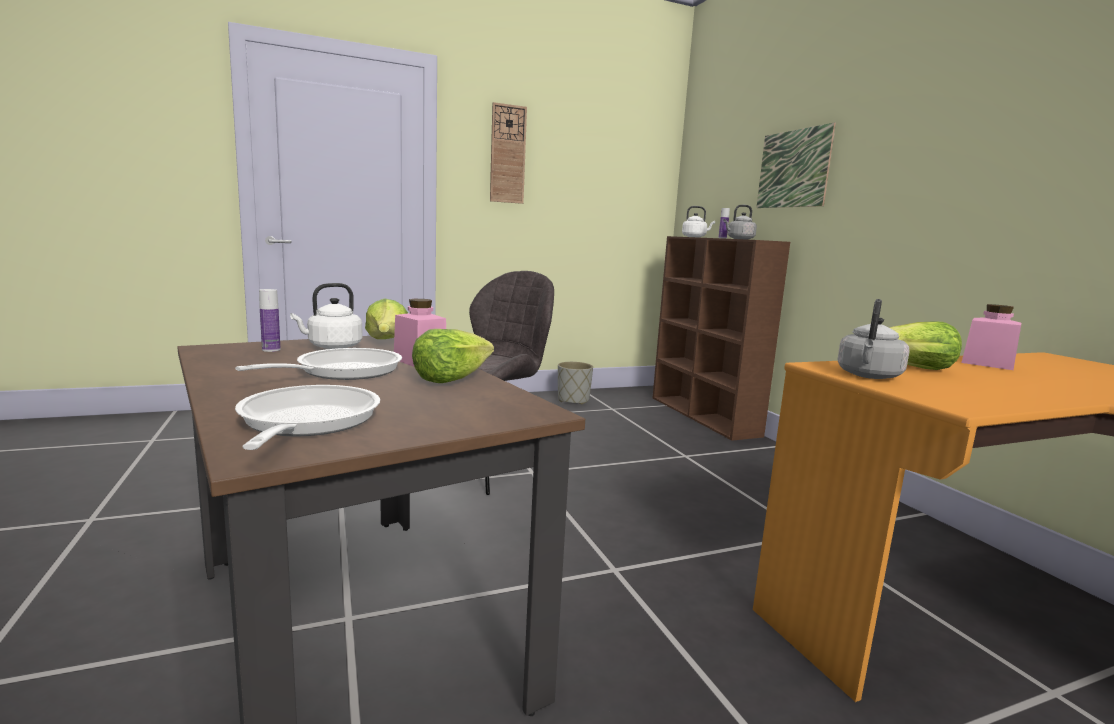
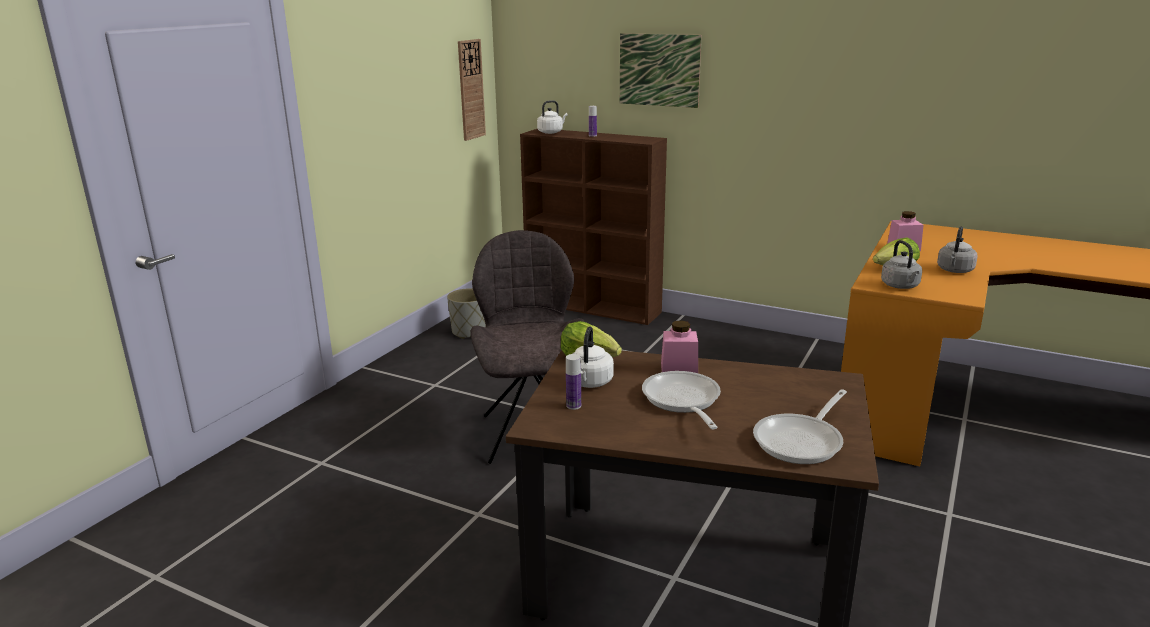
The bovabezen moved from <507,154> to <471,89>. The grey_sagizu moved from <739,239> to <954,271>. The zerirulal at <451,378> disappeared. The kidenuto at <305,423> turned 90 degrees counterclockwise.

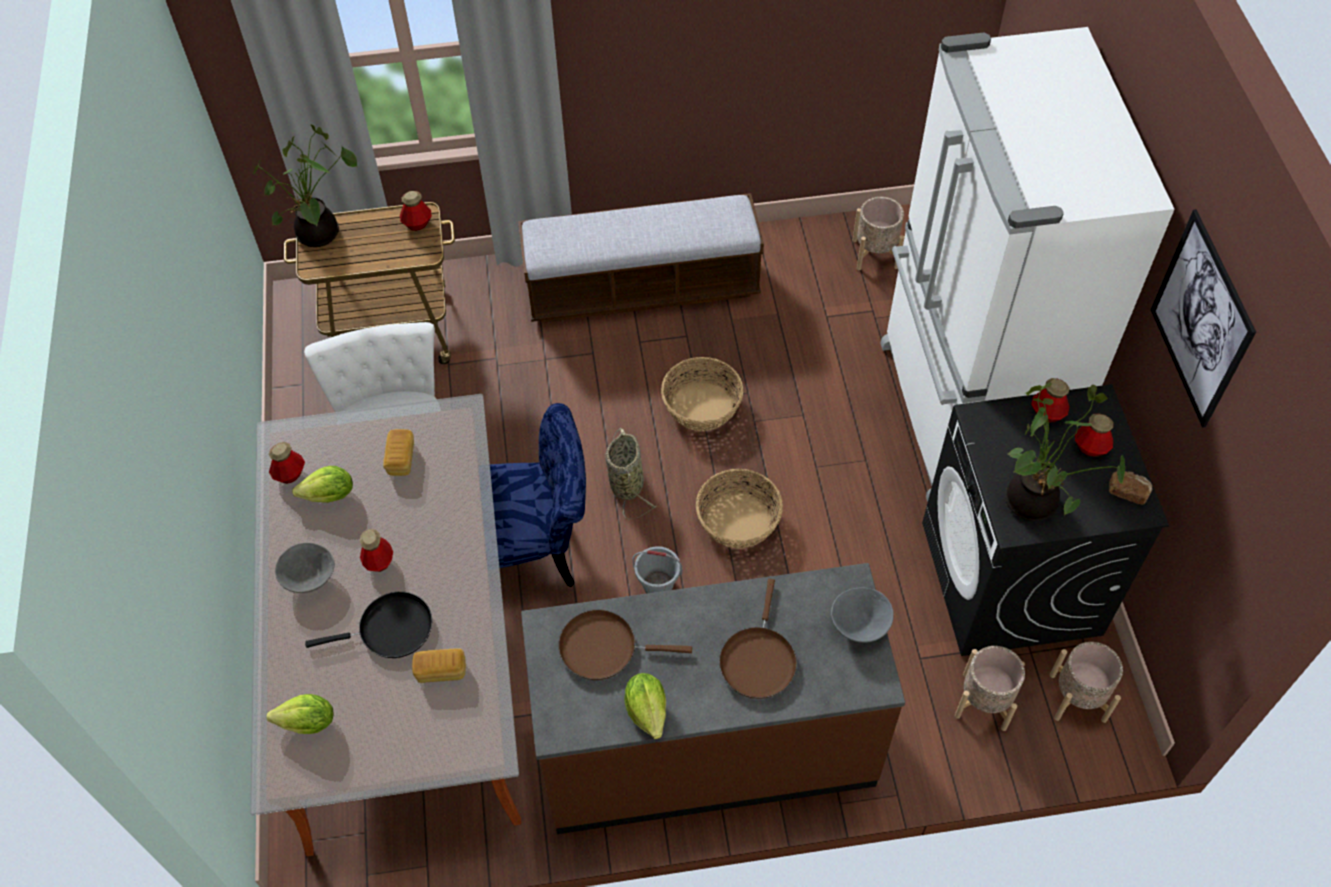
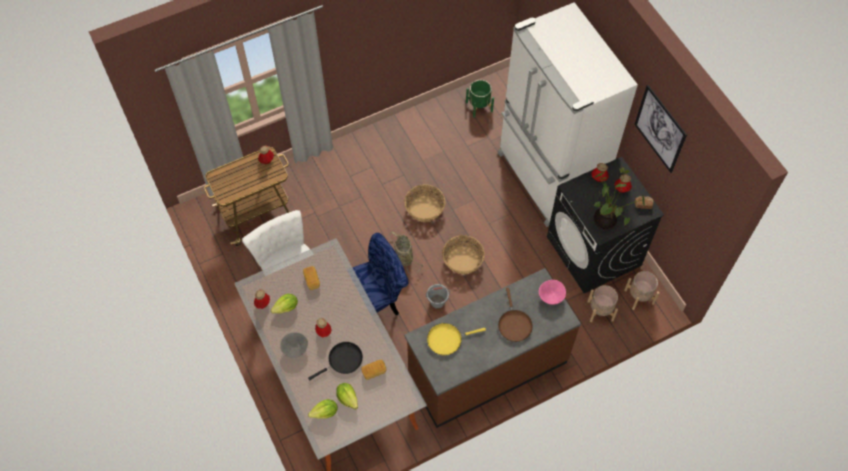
The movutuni at <320,236> disappeared. The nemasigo at <642,288> disappeared. The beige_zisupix at <875,254> became the green_zisupix at <479,107>. The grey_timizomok at <860,625> became the pink_timizomok at <551,296>. The brown_kidenuto at <604,648> became the yellow_kidenuto at <447,339>. The zerirulal moved from <647,711> to <347,398>.

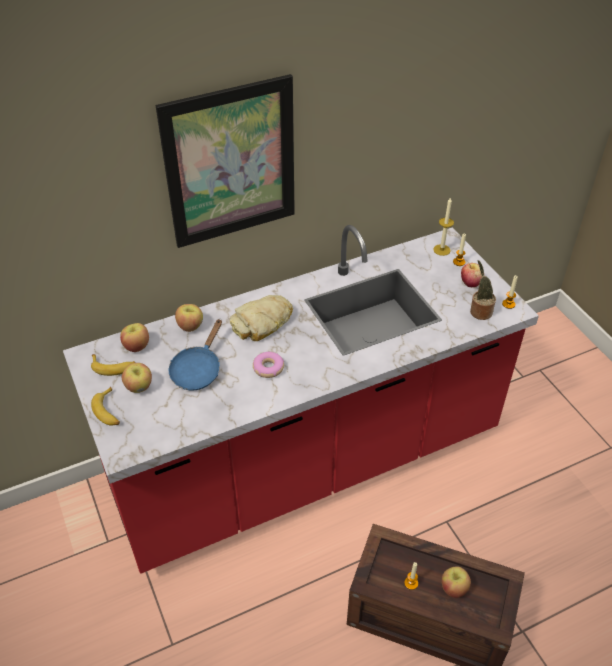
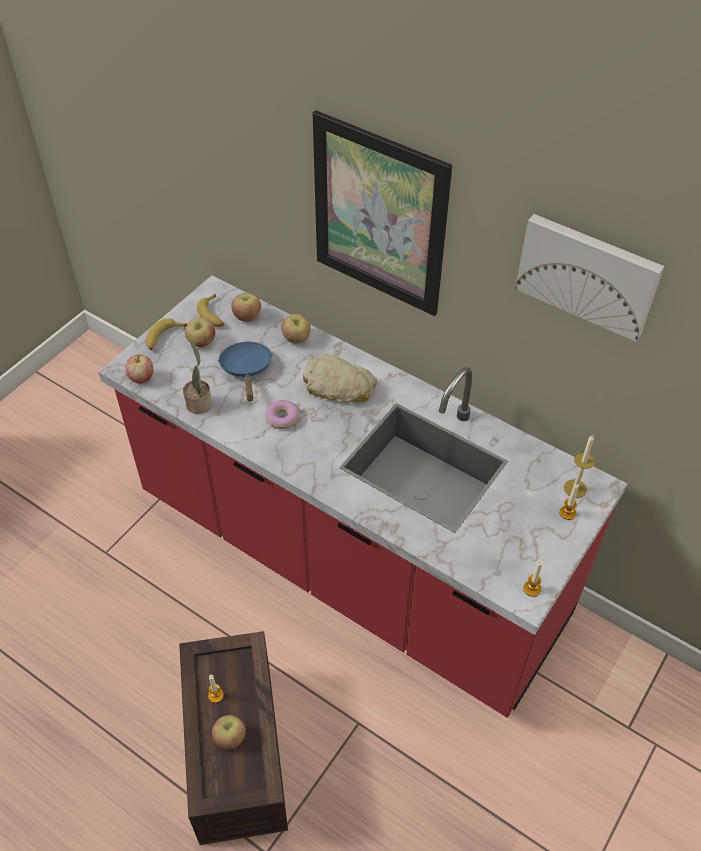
The movutuni moved from <479,311> to <199,402>. The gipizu moved from <470,283> to <141,378>. The blue_kidenuto at <198,370> turned 90 degrees clockwise. The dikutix at <588,274> appeared.

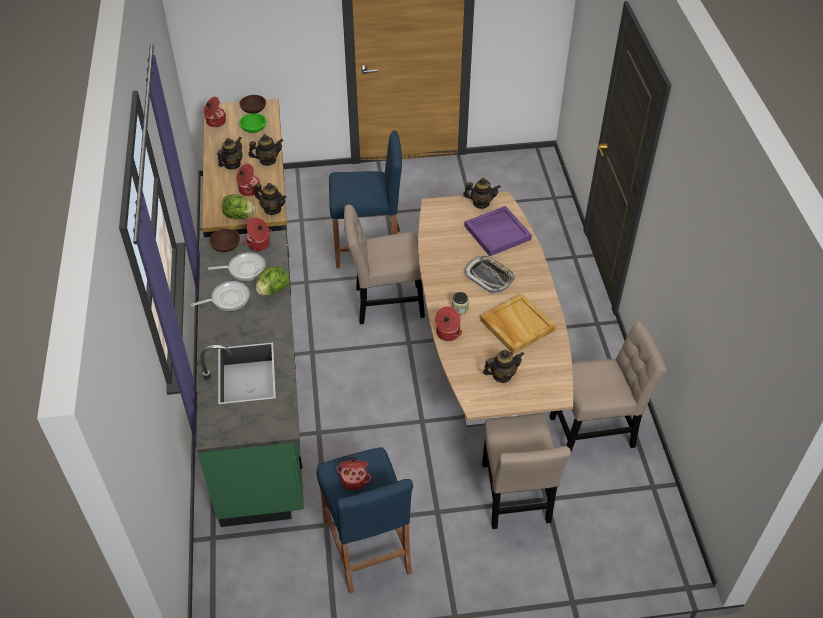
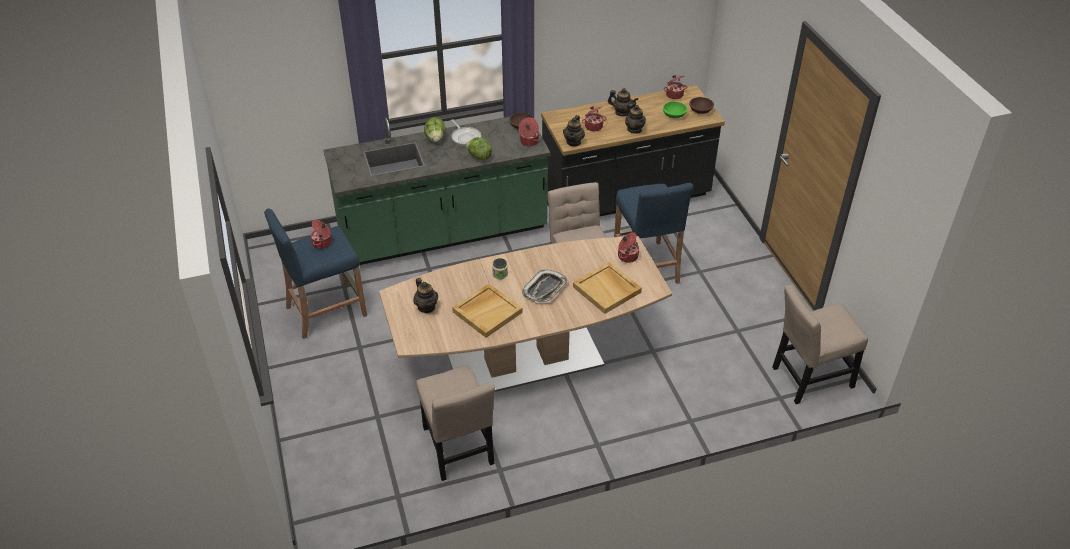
The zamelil at <481,203> disappeared. The zerirulal moved from <239,216> to <435,139>. The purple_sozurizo at <497,232> became the beige_sozurizo at <607,289>. The kidenuto at <244,269> disappeared. The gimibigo moved from <447,333> to <627,256>. The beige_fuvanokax moved from <515,497> to <809,379>.

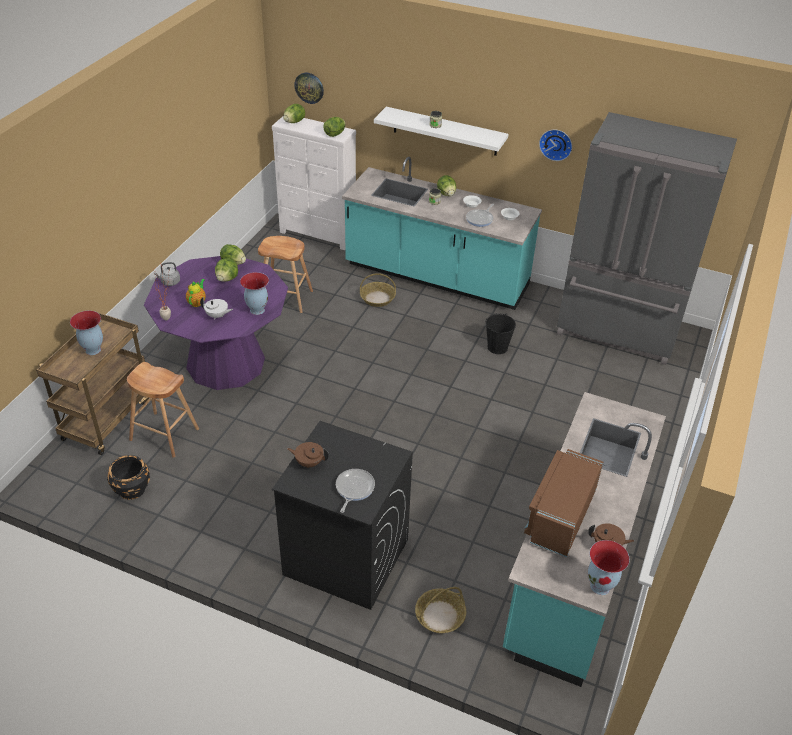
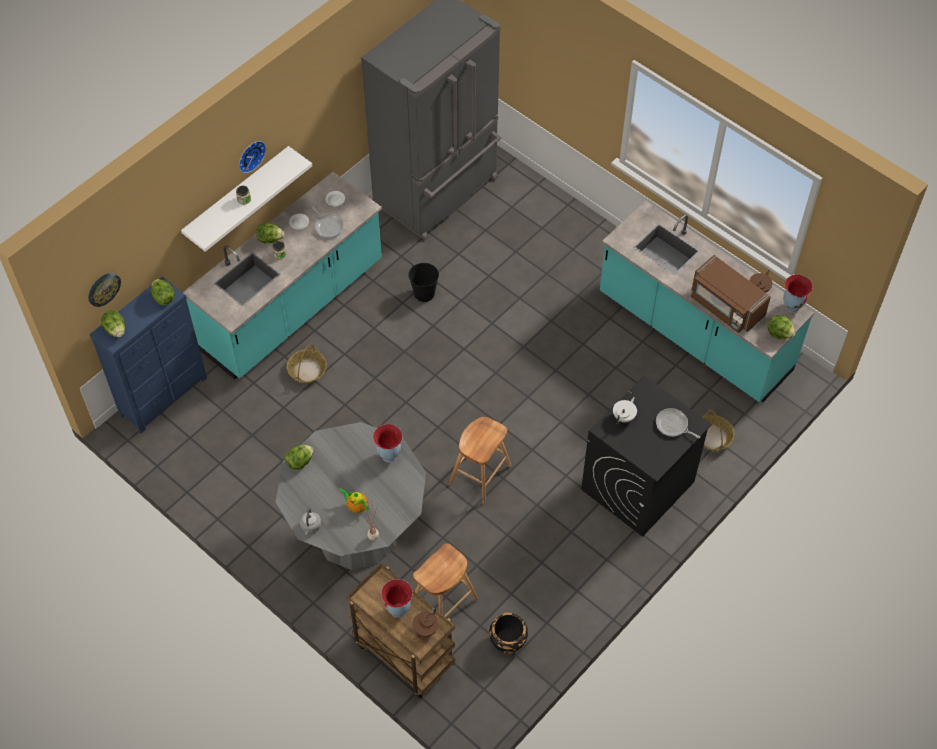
The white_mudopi at <317,235> became the blue_mudopi at <164,396>. The bovabezen moved from <556,144> to <250,155>. The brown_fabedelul moved from <285,298> to <480,475>. The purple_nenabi at <225,363> became the grey_nenabi at <357,531>. The zerirulal moved from <227,279> to <779,333>. The white_zamelil moved from <217,316> to <624,416>. The brown_zamelil moved from <309,462> to <425,629>.

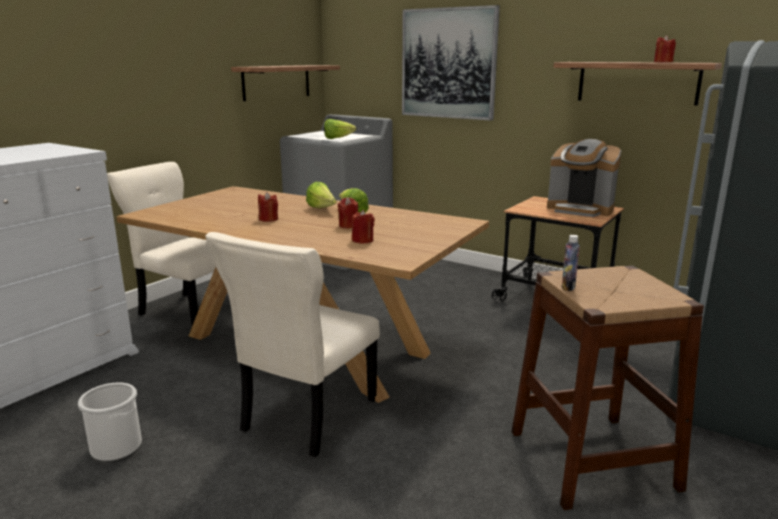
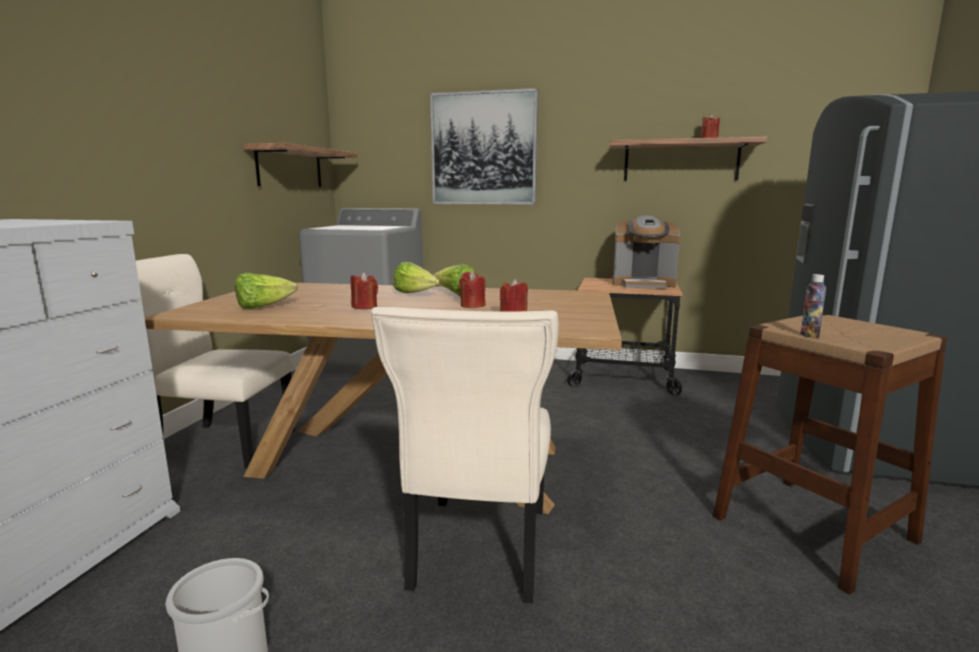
The zerirulal moved from <337,138> to <263,307>.

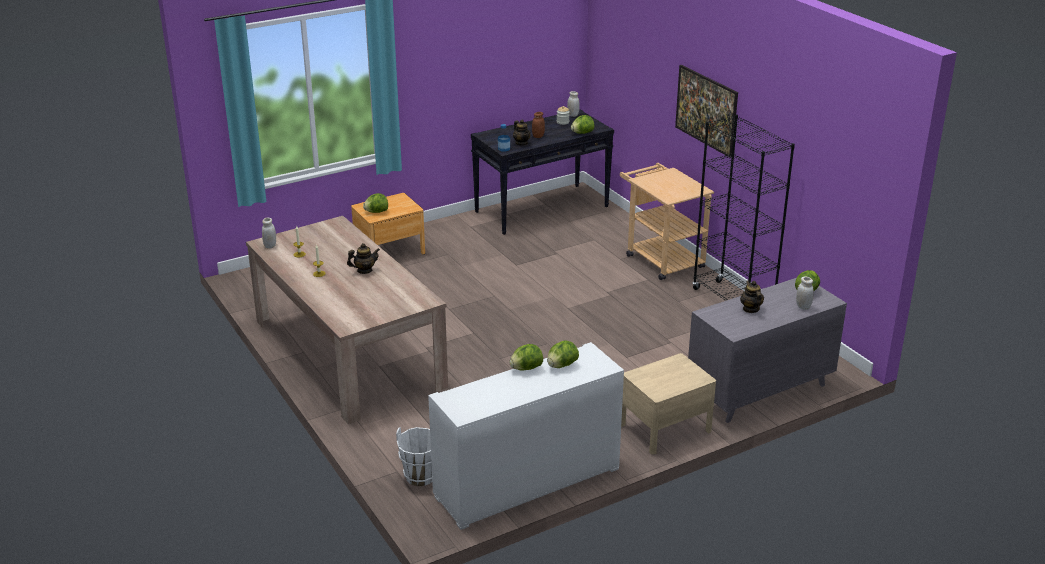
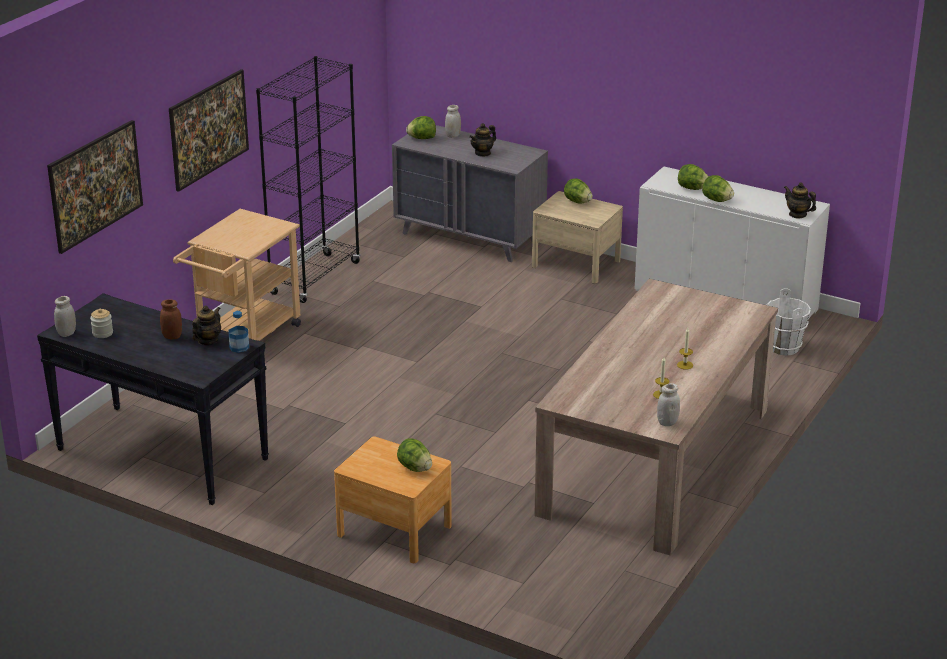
The zerirulal moved from <582,133> to <577,202>. The zamelil moved from <364,270> to <797,214>. The dikutix at <98,207> appeared.

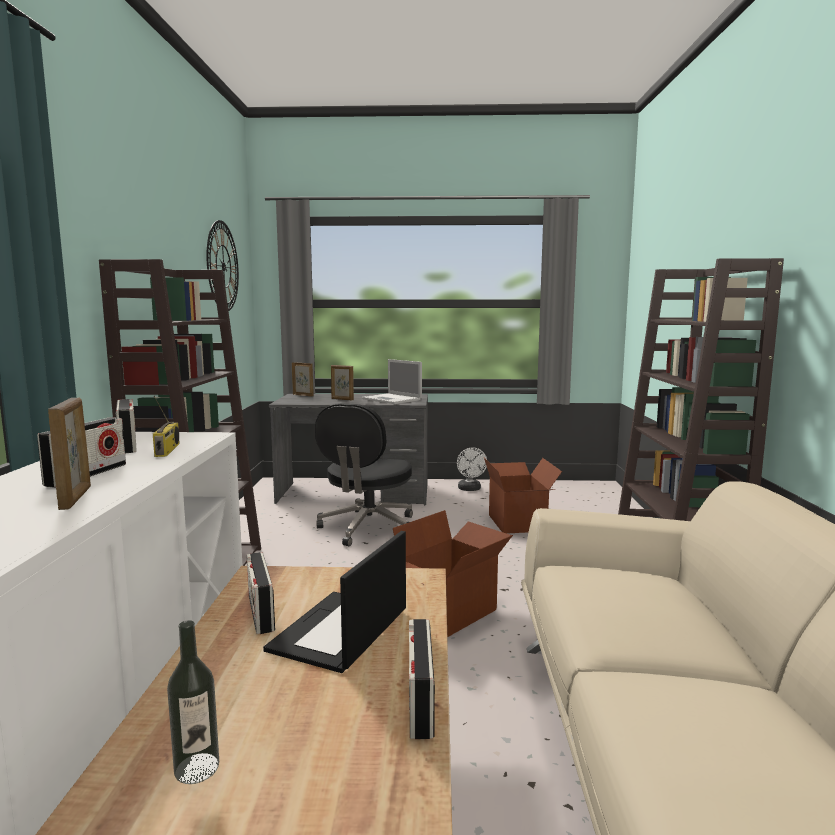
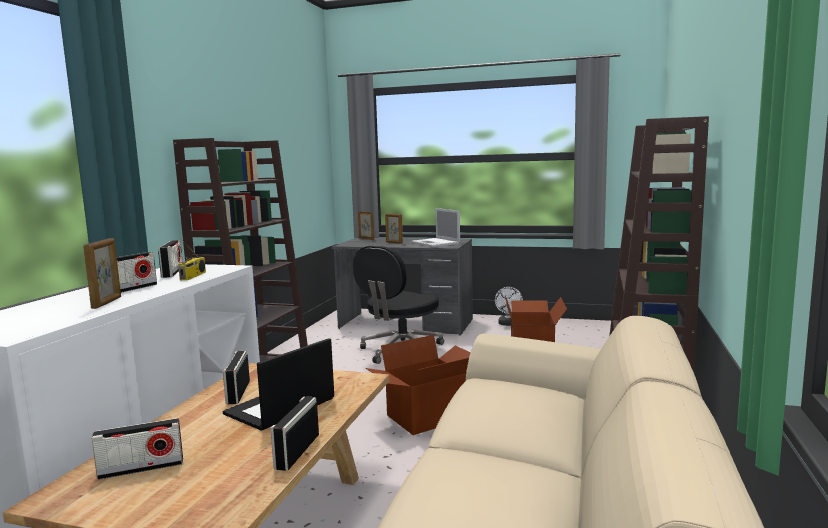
The bovabezen at <223,266> disappeared. The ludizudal at <197,768> was replaced by the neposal at <141,468>.

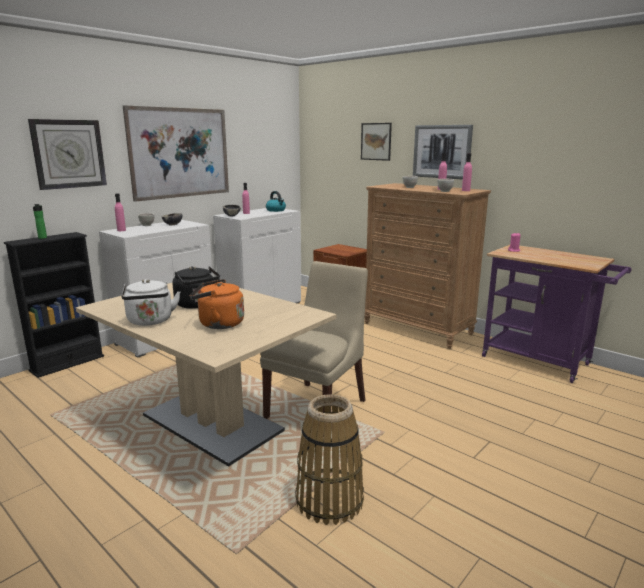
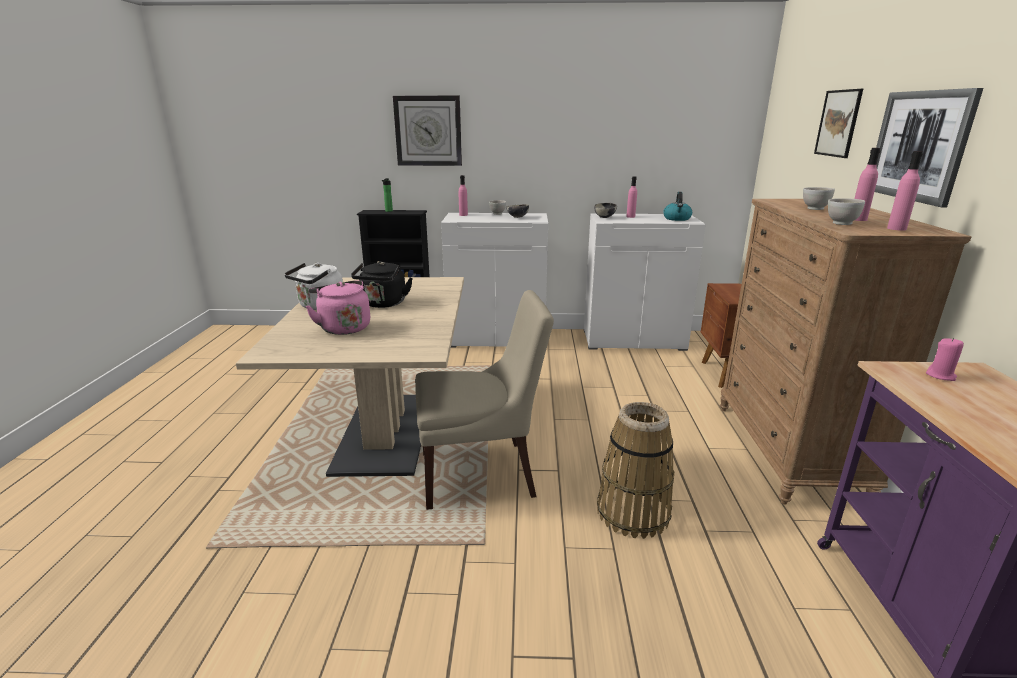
The dikutix at <180,153> disappeared. The orange_sagizu at <218,324> became the pink_sagizu at <343,327>. The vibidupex moved from <329,500> to <632,512>.

